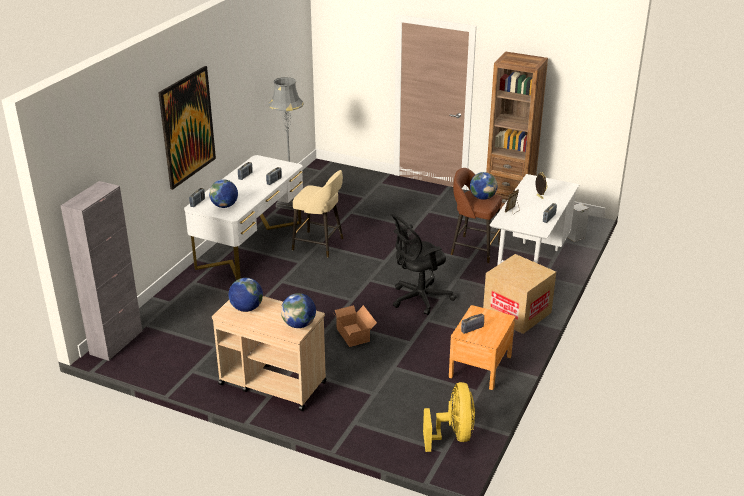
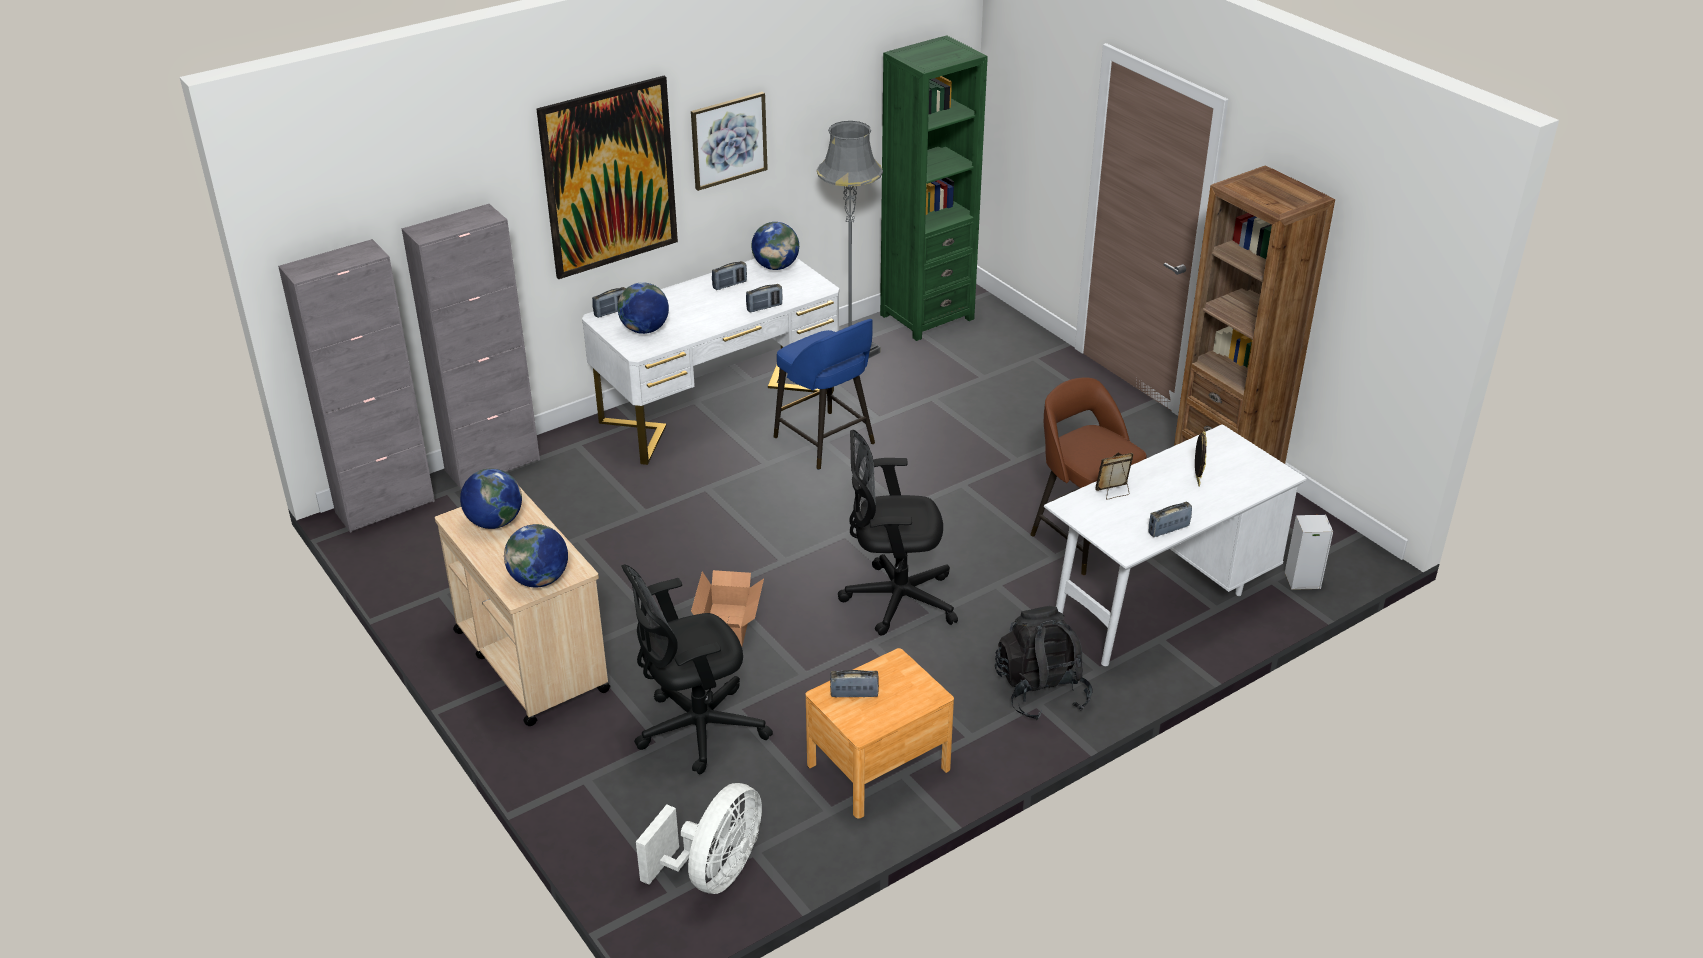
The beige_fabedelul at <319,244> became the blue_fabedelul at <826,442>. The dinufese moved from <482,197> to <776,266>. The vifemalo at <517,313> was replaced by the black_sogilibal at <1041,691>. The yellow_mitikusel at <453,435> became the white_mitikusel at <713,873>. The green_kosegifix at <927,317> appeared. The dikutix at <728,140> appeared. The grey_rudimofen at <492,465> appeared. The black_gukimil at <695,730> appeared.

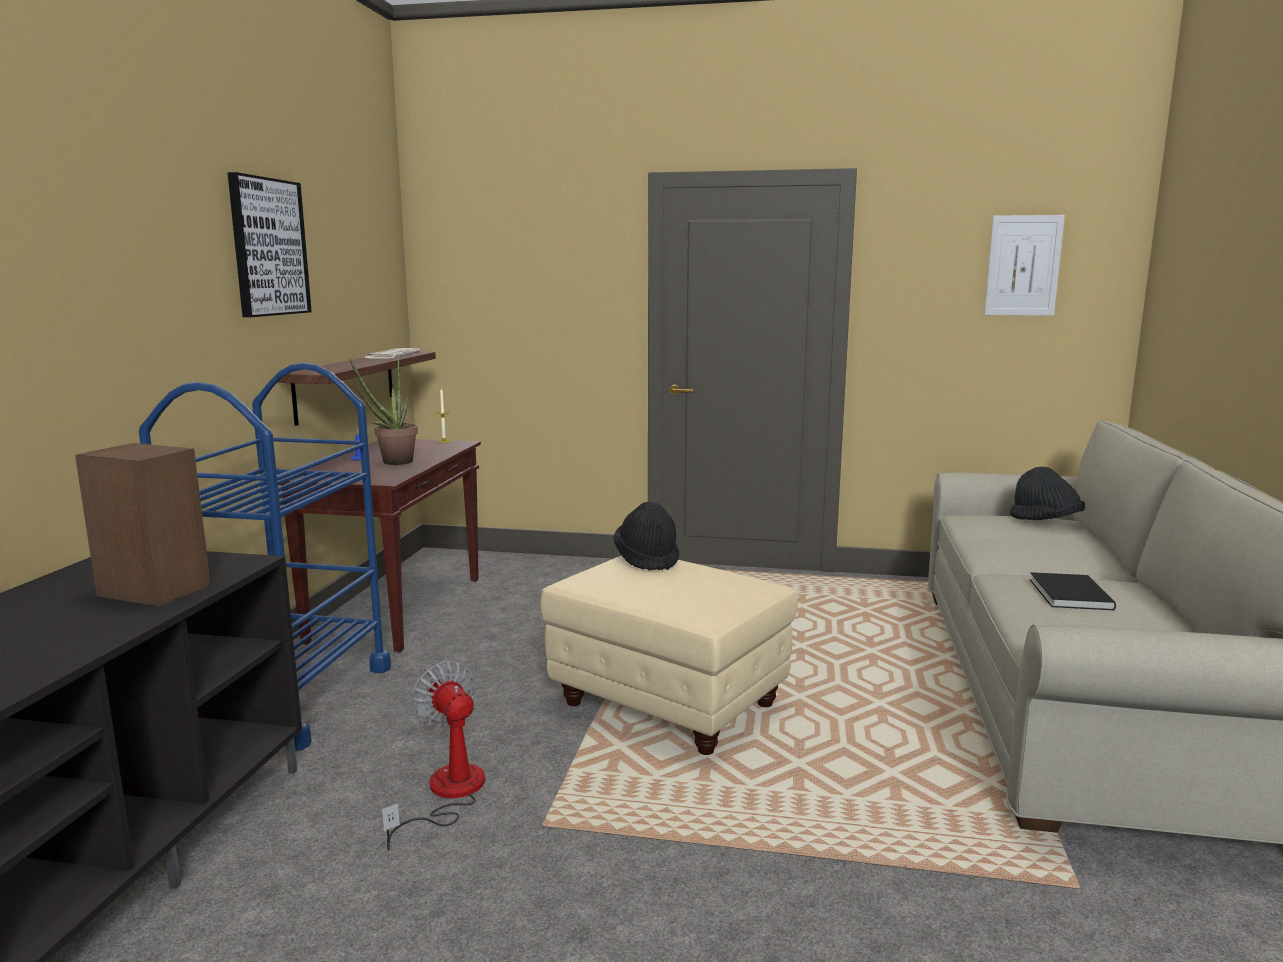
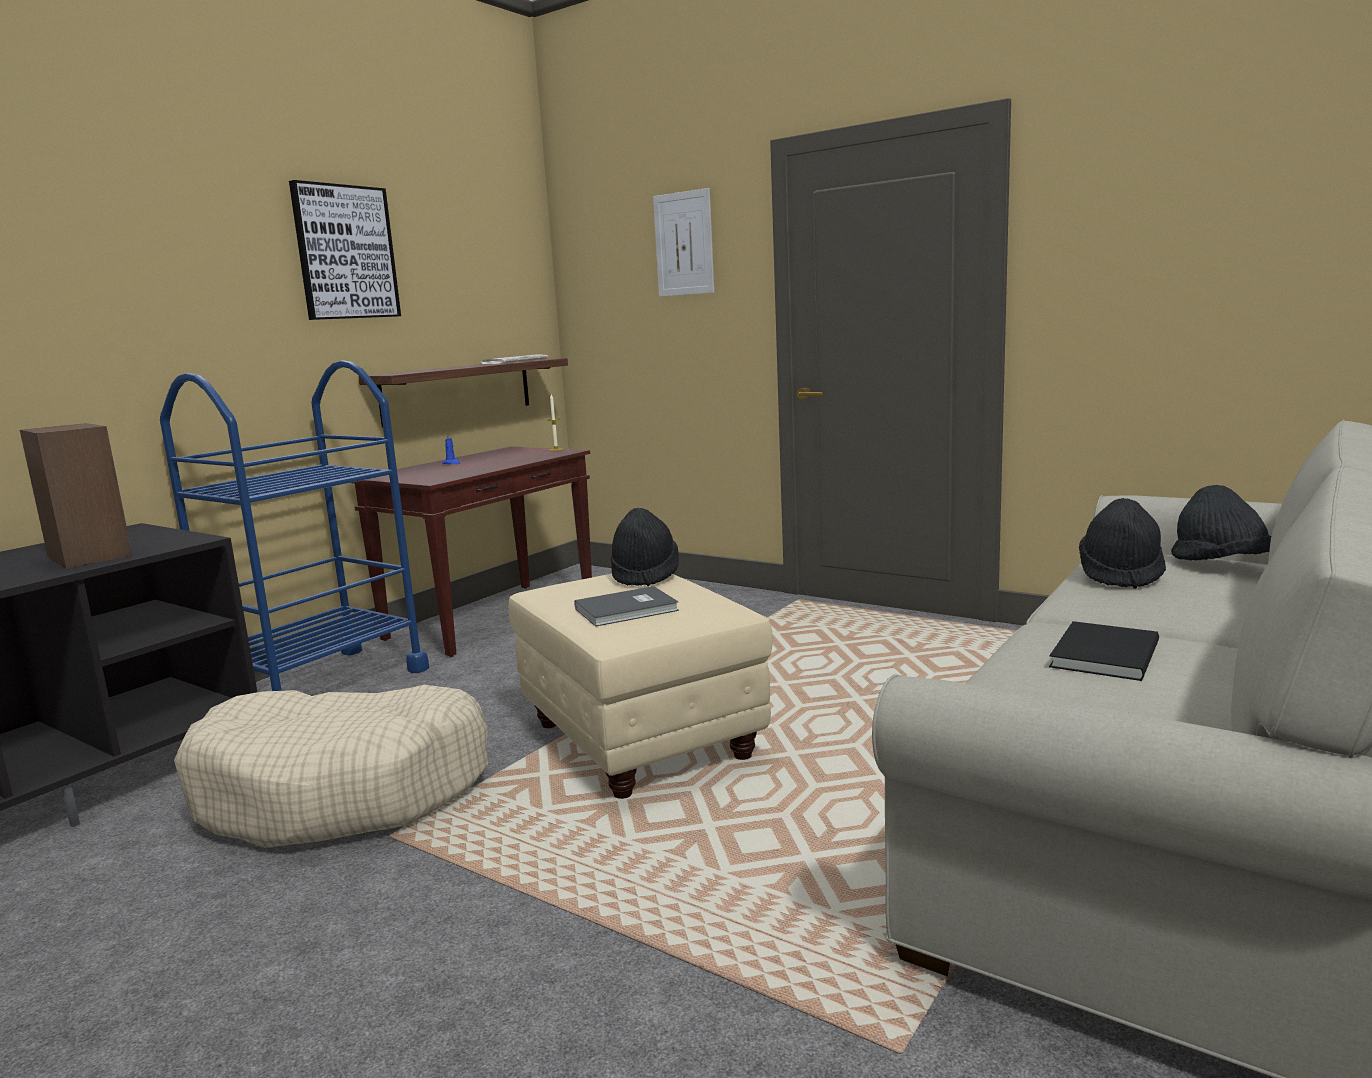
The dikutix moved from <1023,265> to <684,244>. The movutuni at <392,463> disappeared. The mitikusel at <447,794> was replaced by the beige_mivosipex at <345,791>. The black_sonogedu at <1120,575> appeared. The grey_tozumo at <628,610> appeared.

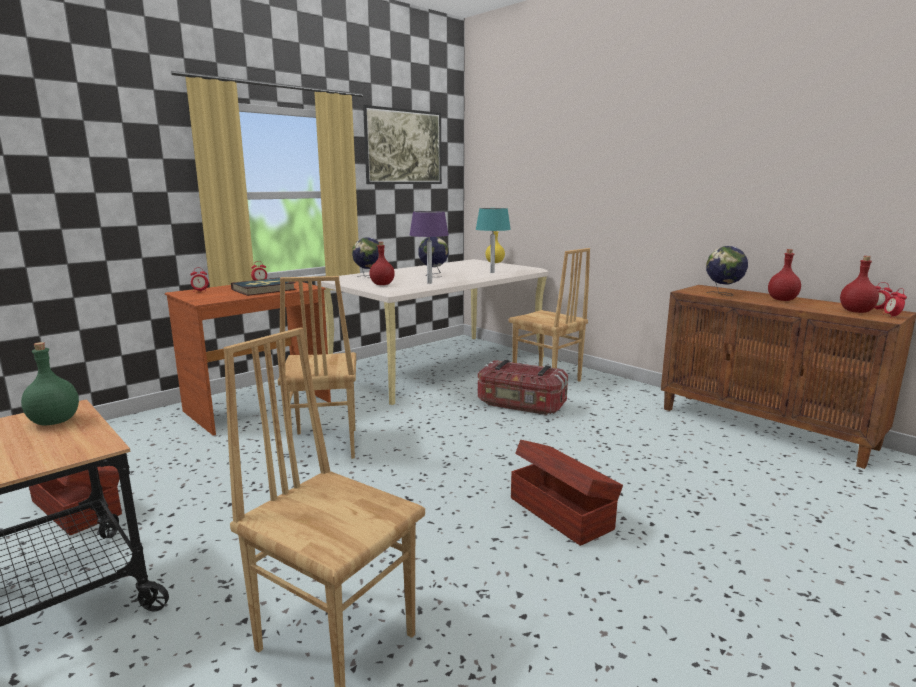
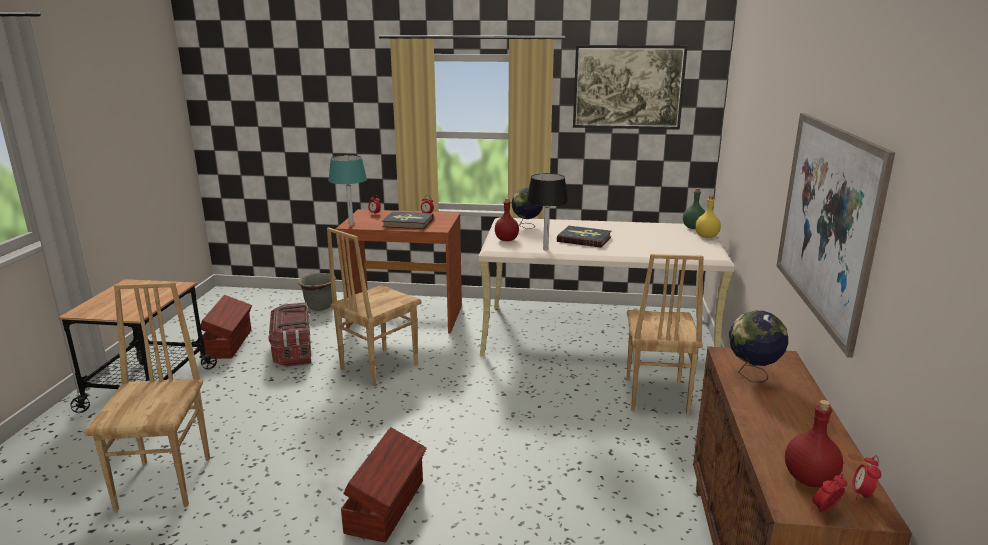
The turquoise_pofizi moved from <492,272> to <351,224>. The purple_pofizi at <429,283> became the black_pofizi at <546,249>. The dinufese at <433,275> was replaced by the tozumo at <584,239>. The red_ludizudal at <781,300> disappeared. The green_ludizudal moved from <54,422> to <693,228>. The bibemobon moved from <521,405> to <293,350>. The dikutix at <825,221> appeared. The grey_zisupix at <319,307> appeared.

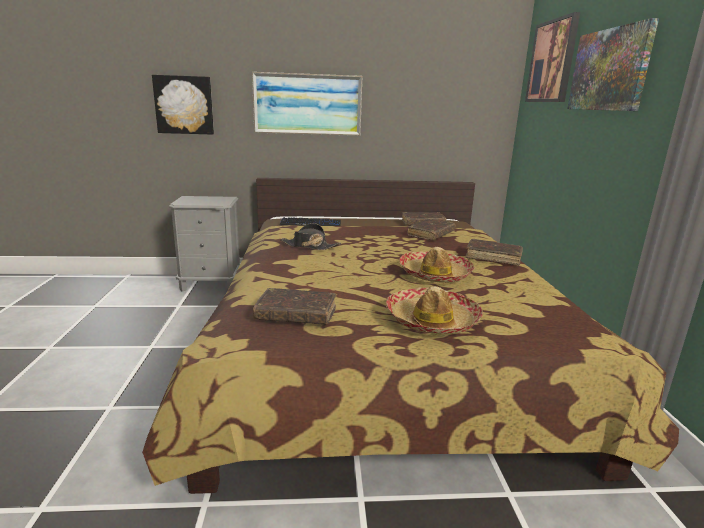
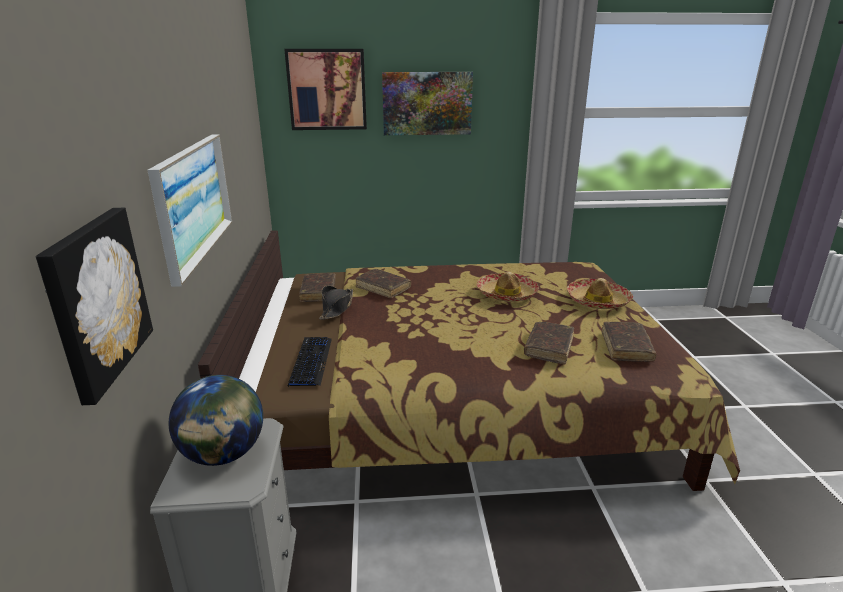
The black_sonogedu moved from <309,246> to <337,308>. The brown_tozumo moved from <493,257> to <549,348>. The dinufese at <223,454> appeared.

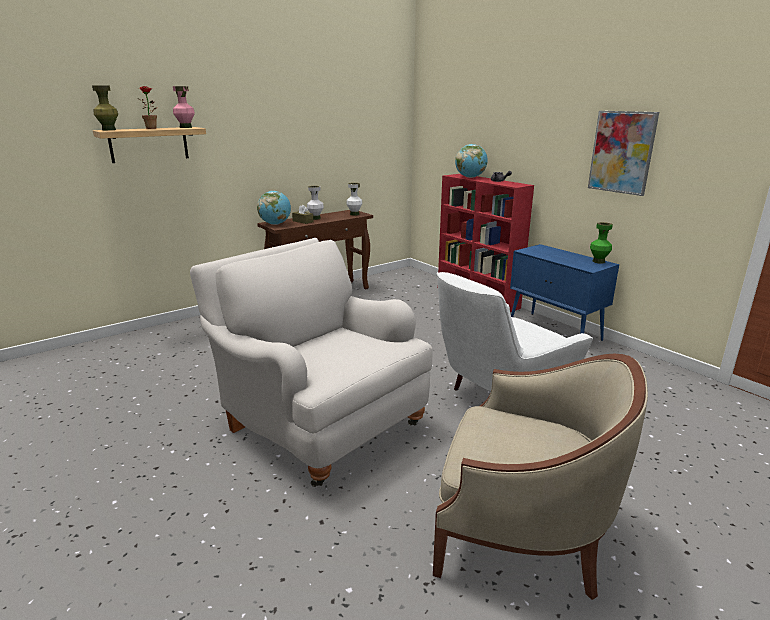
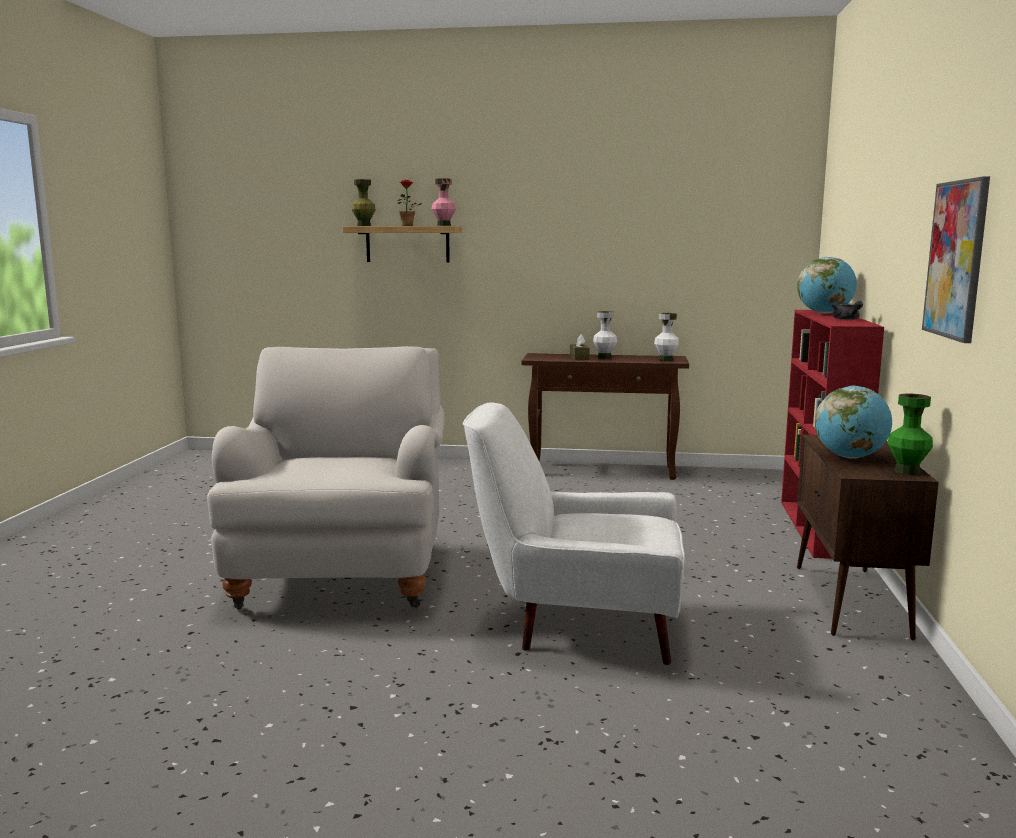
The dinufese moved from <275,224> to <850,457>. The blue_rudimofen at <555,331> became the brown_rudimofen at <851,601>. The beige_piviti at <521,531> disappeared.

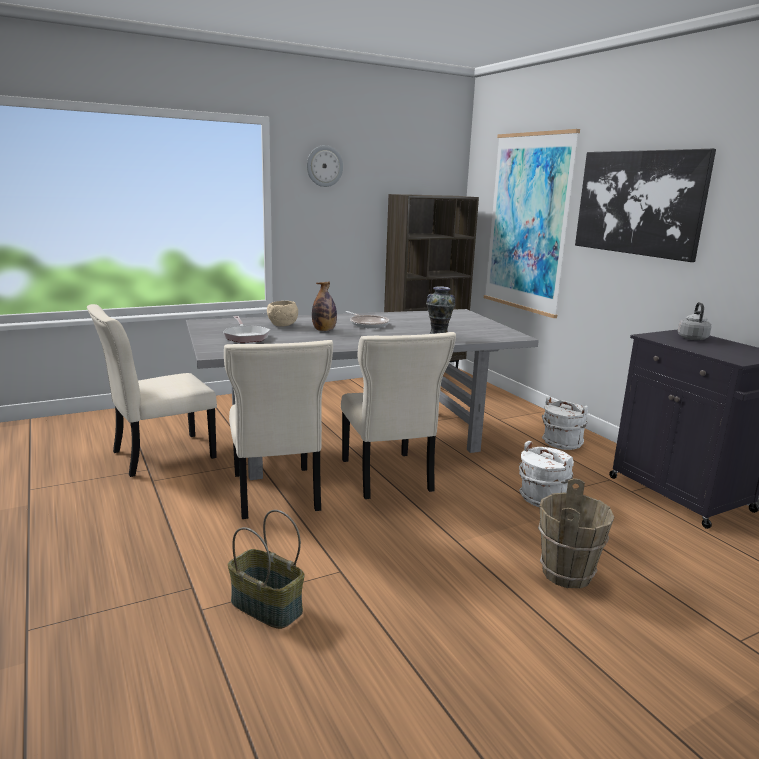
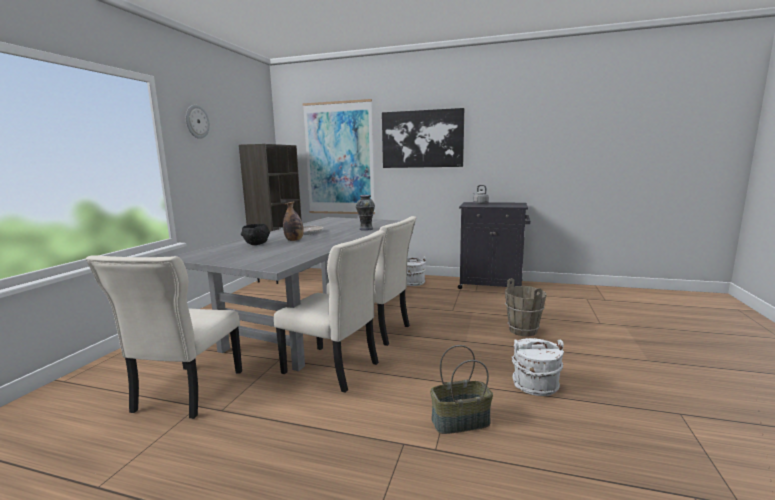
The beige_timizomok at <283,325> became the black_timizomok at <256,244>. The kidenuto at <246,336> disappeared. The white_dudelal moved from <542,498> to <535,386>.

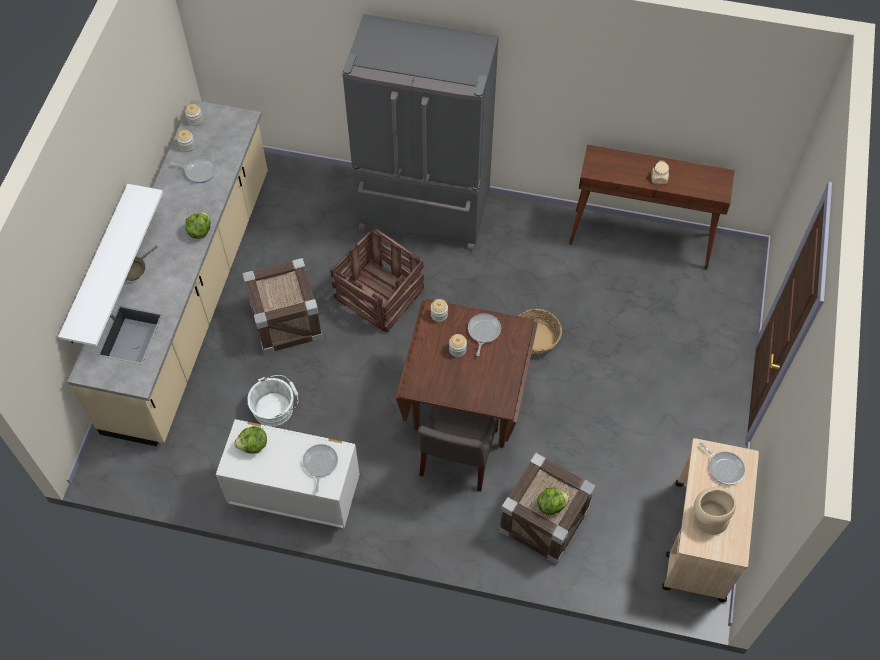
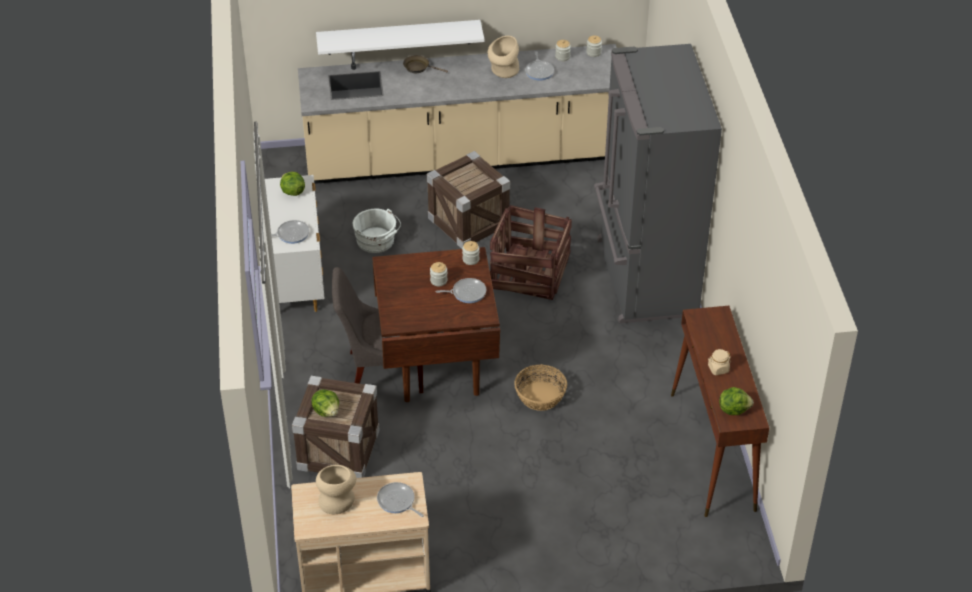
The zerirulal moved from <199,231> to <733,409>. The kidenuto at <724,467> turned 105 degrees clockwise. The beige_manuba at <503,71> appeared.

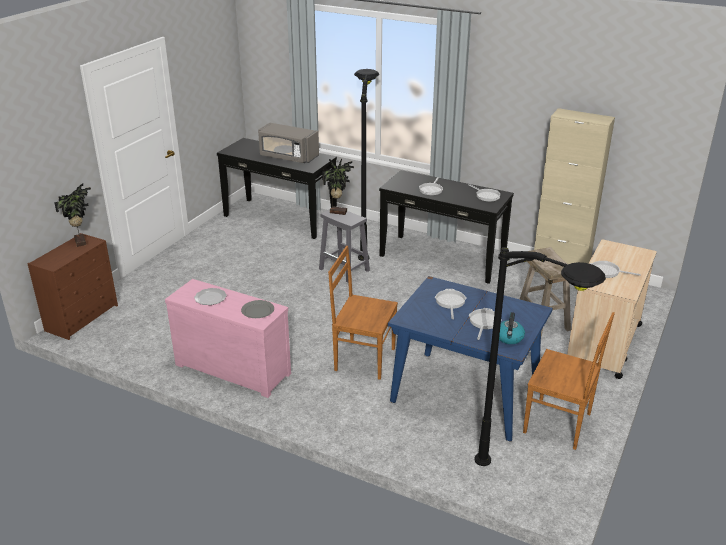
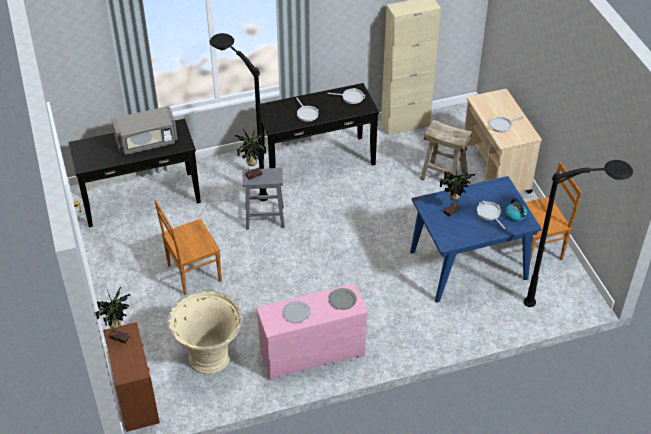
The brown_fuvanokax moved from <363,359> to <192,273>. The kidenuto at <450,302> was replaced by the movutuni at <453,211>. The beige_zisupix at <210,358> appeared.

